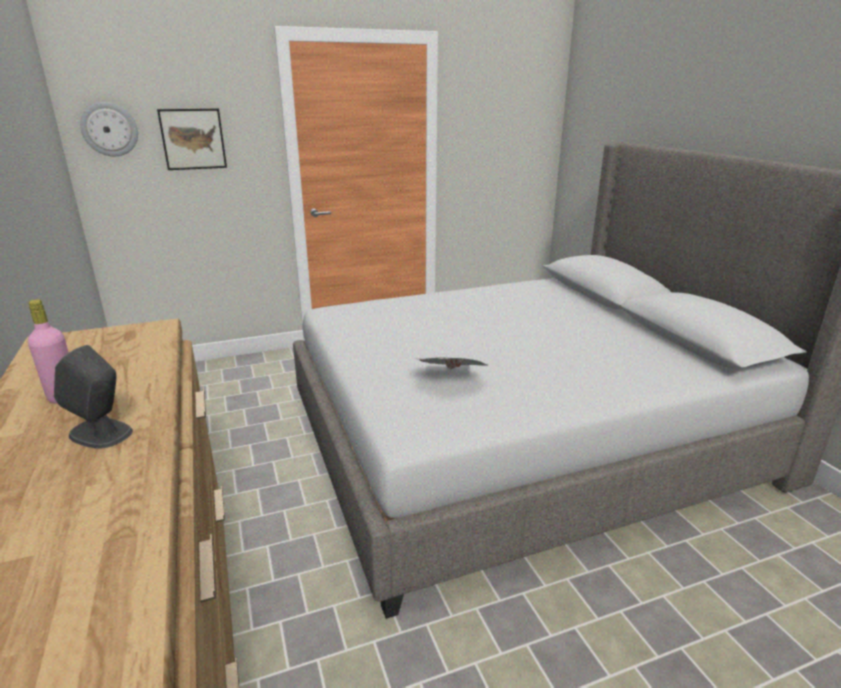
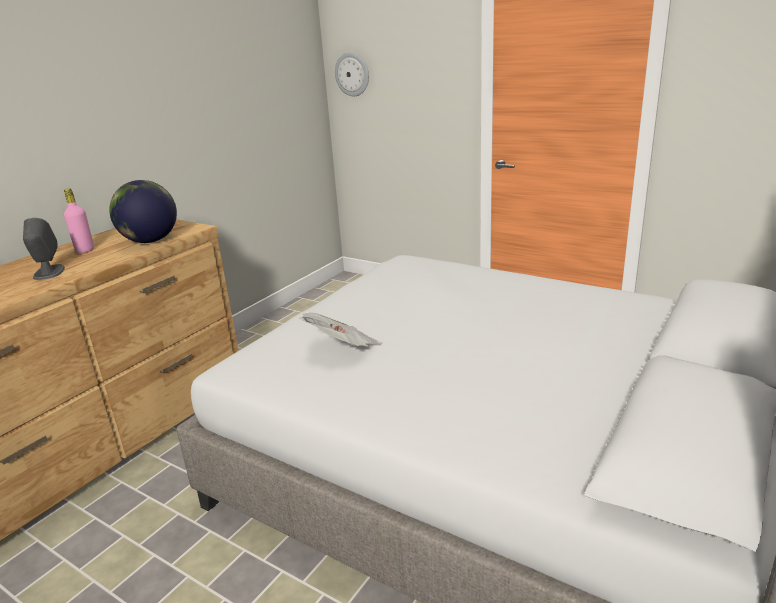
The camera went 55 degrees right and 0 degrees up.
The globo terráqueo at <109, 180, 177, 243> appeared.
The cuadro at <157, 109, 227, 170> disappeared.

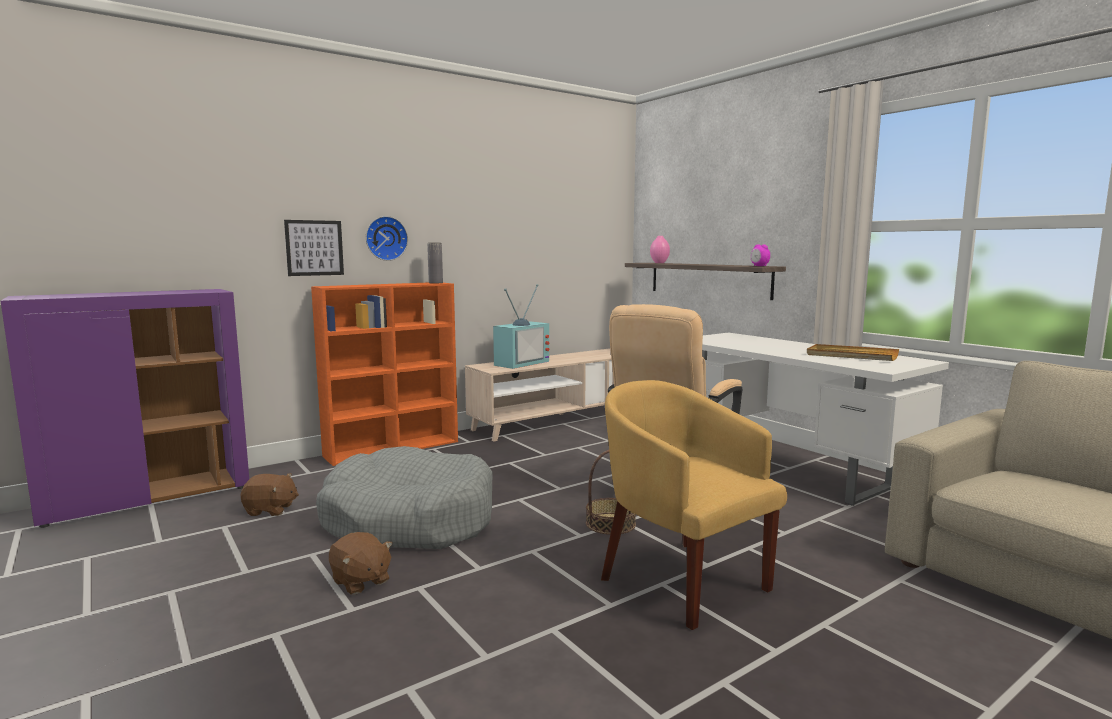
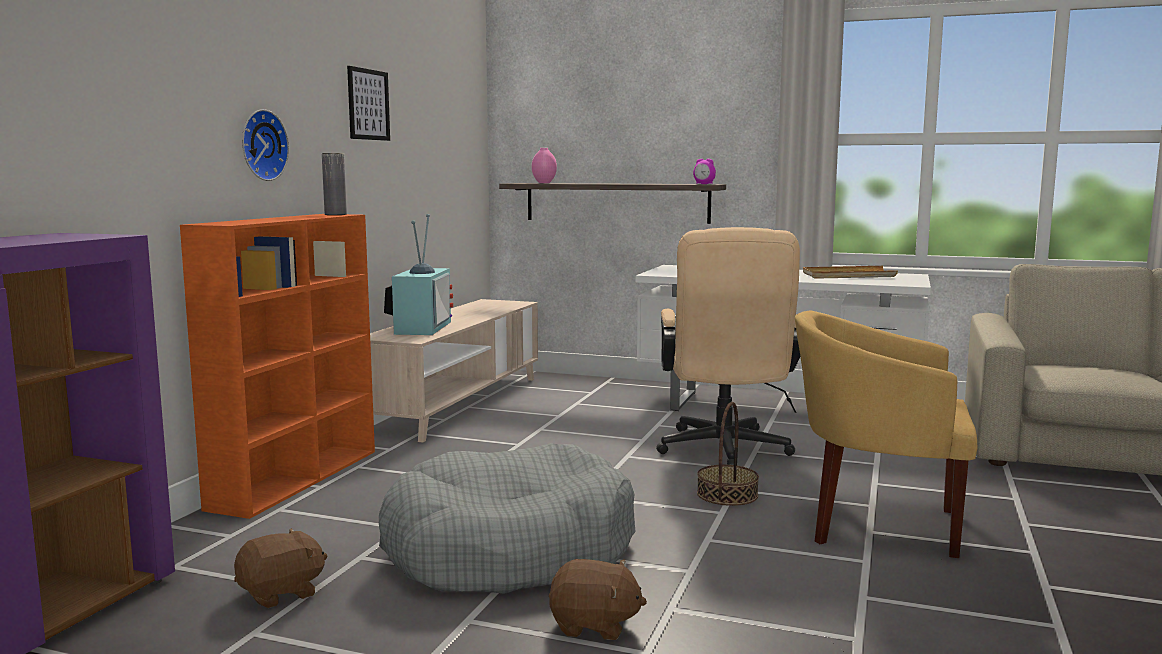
The camera went 35 degrees left and 0 degrees up.
The cuadro moved from <284, 220, 344, 276> to <347, 66, 390, 141>.

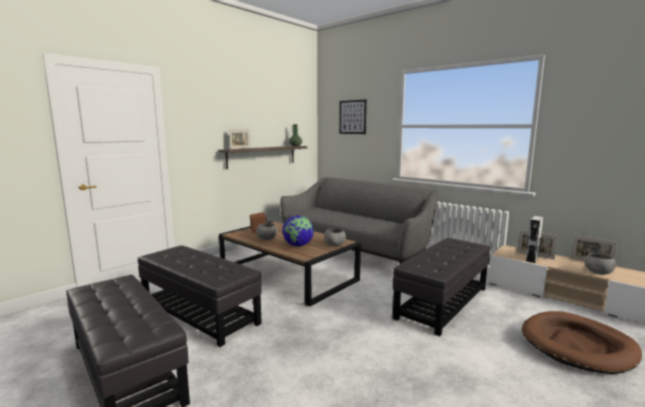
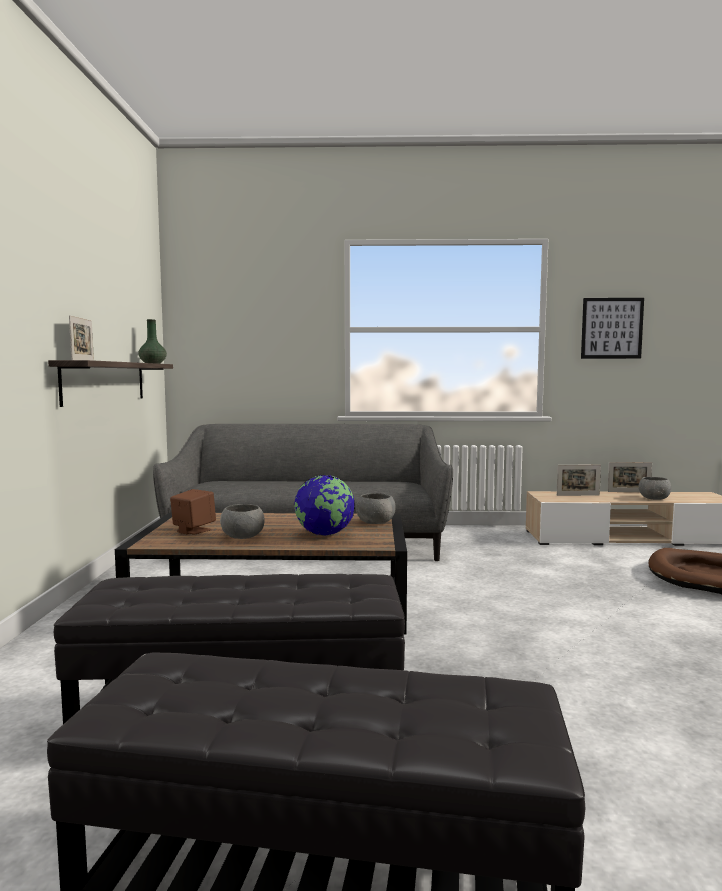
The camera went 40 degrees left and 5 degrees down.
The cuadro moved from <339, 99, 367, 134> to <581, 298, 644, 359>.
The puf/negro at <393, 238, 490, 336> disappeared.
The altavoz/gris at <526, 216, 543, 263> disappeared.

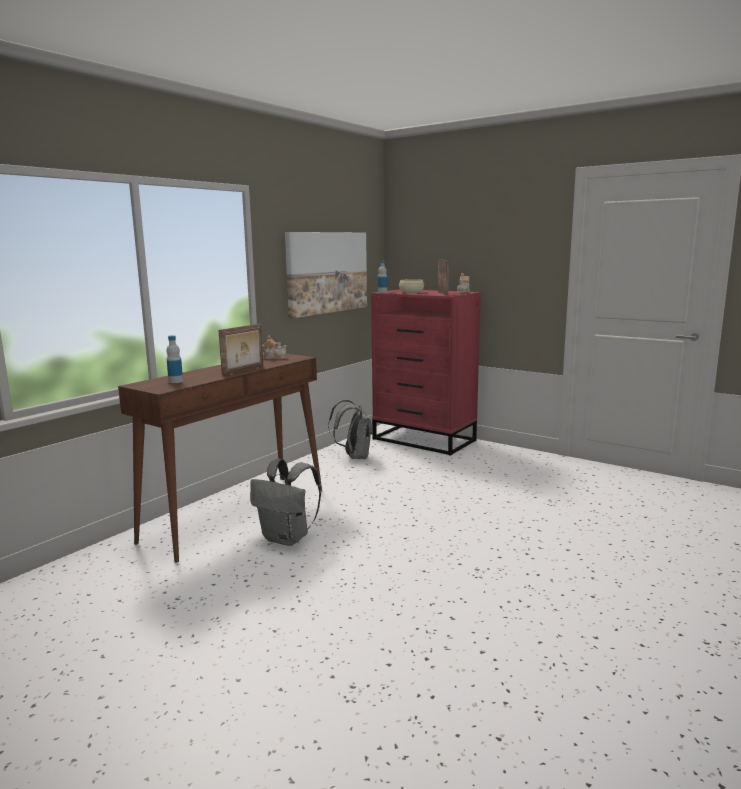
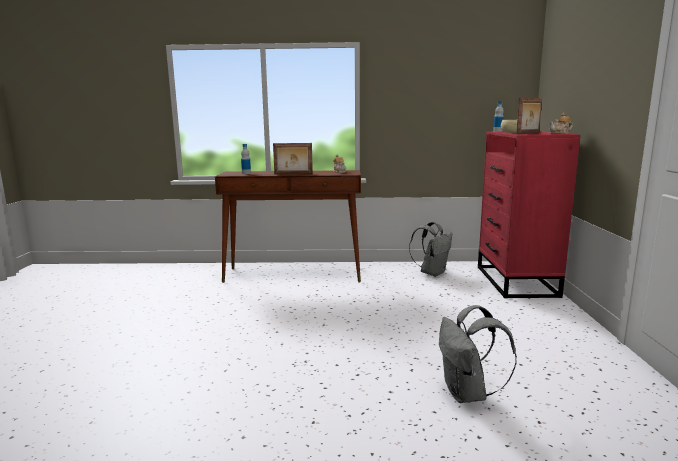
The camera went 55 degrees right and 0 degrees up.
The mochila/gris moved from <250, 459, 321, 546> to <439, 305, 517, 403>.
The cuadro at <285, 232, 367, 318> disappeared.

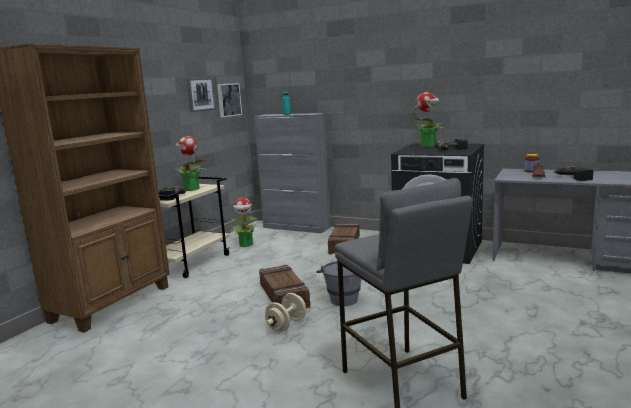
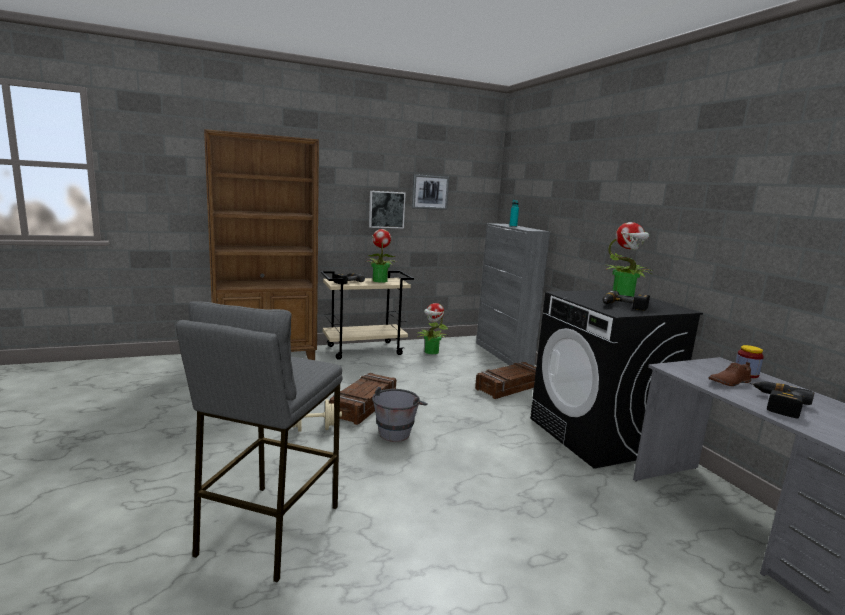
The camera went 40 degrees right and 0 degrees up.
The cuadro moved from <217, 83, 242, 118> to <369, 191, 406, 228>.

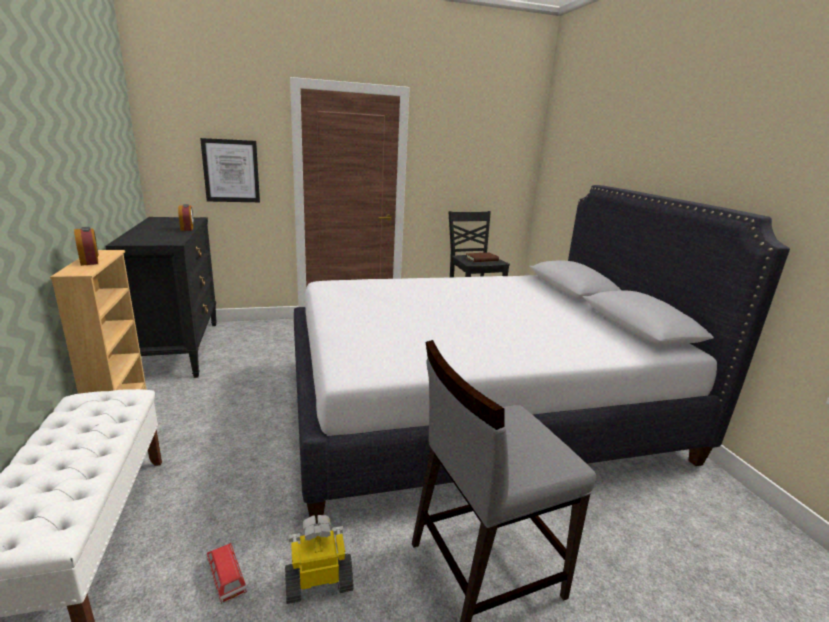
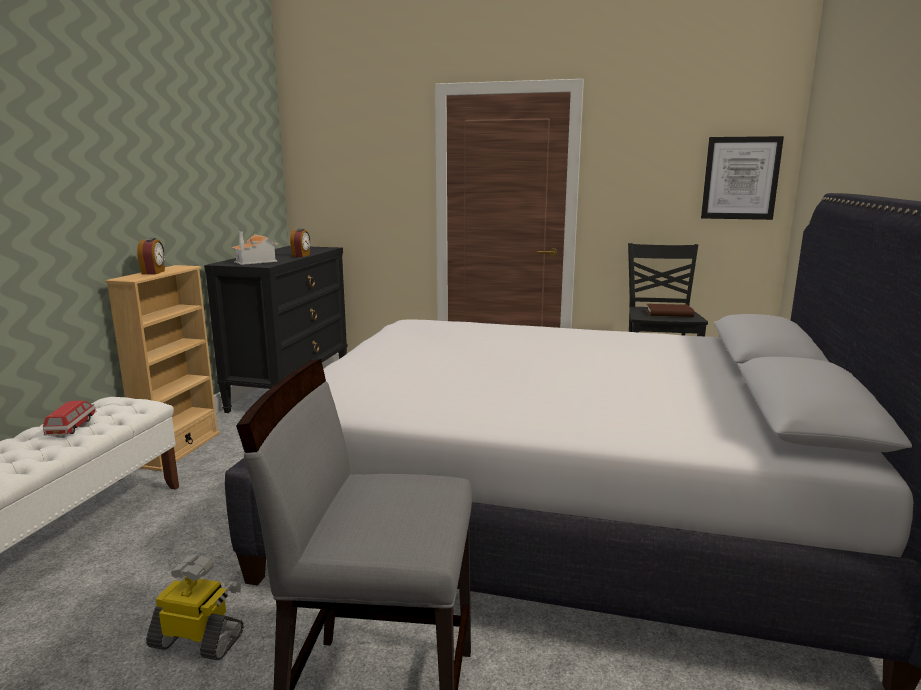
The camera went 30 degrees right and 5 degrees down.
The coche de juguete moved from <205, 543, 247, 604> to <43, 401, 97, 436>.
The casita at <231, 231, 278, 265> appeared.
The cuadro moved from <200, 138, 260, 202> to <701, 136, 784, 220>.

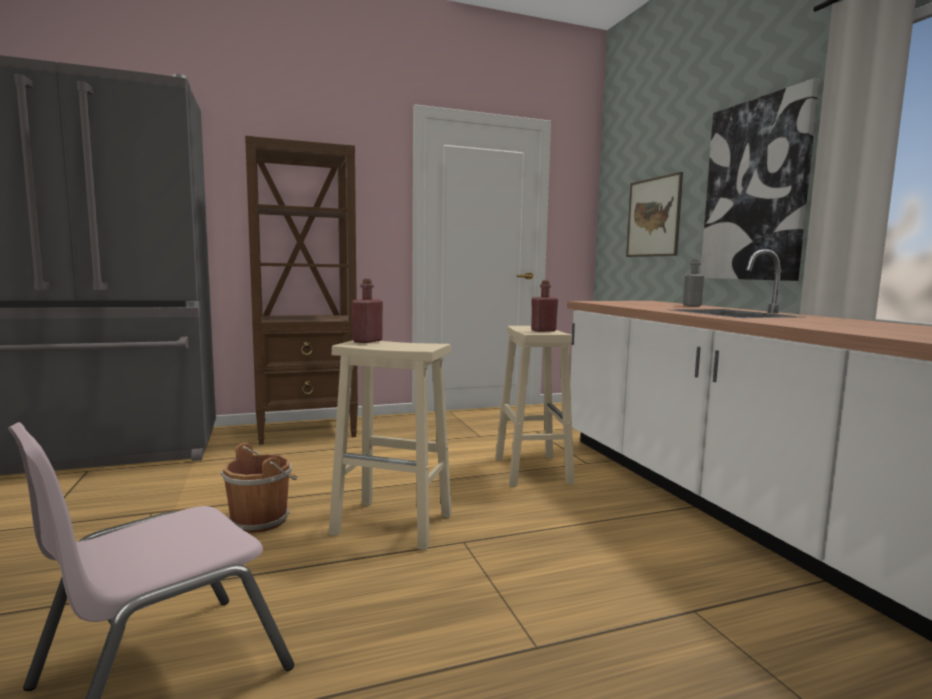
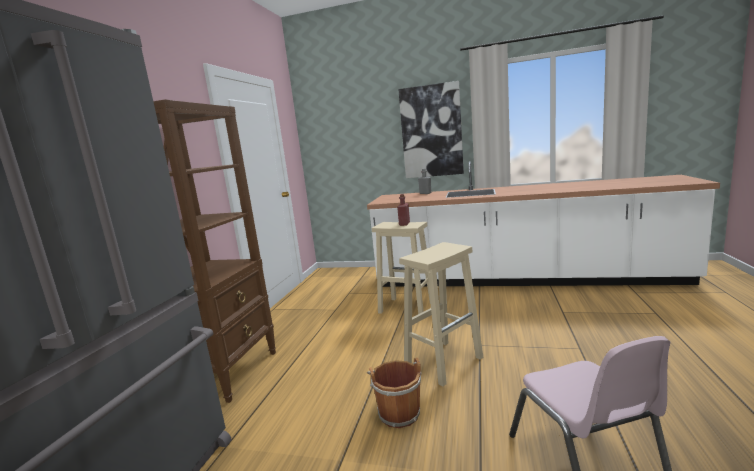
The camera went 55 degrees left and 5 degrees up.
The botella/rojo at <352, 279, 383, 343> disappeared.
The cuadro at <626, 172, 683, 257> disappeared.

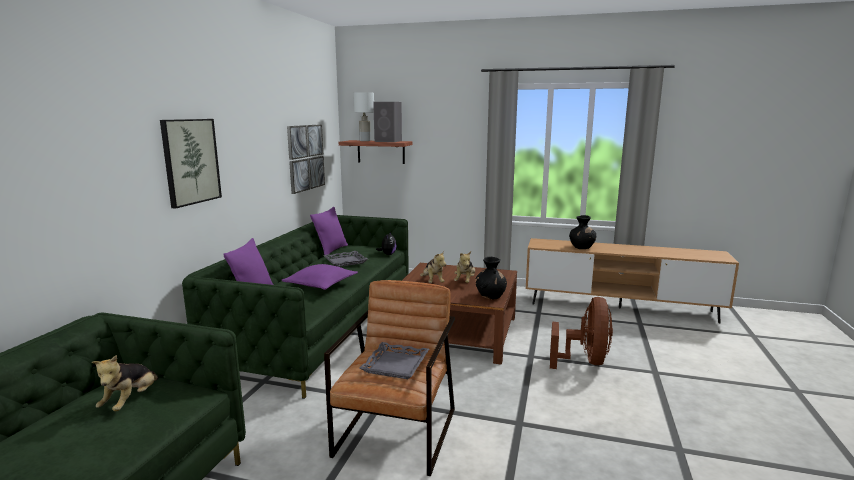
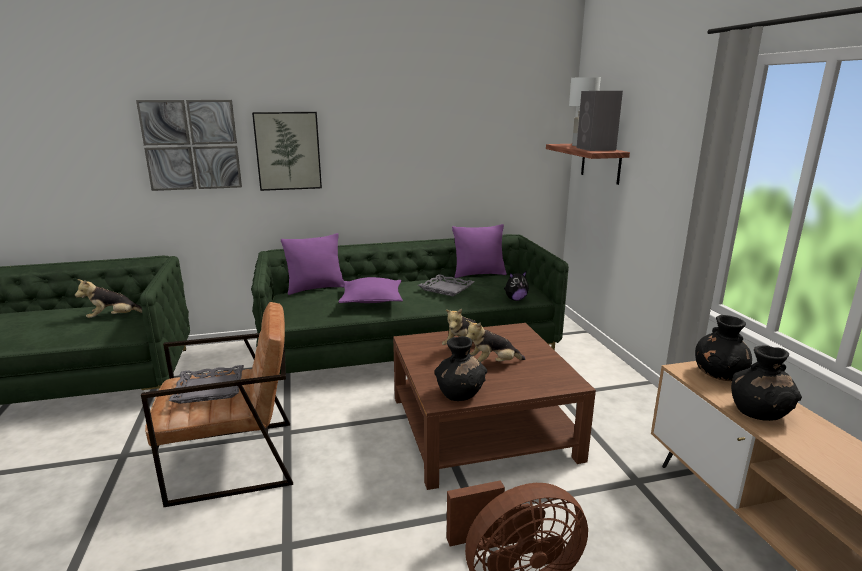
The camera went 60 degrees right and 5 degrees up.
The cuadro moved from <287, 124, 325, 194> to <136, 100, 242, 191>.
The florero/negro at <695, 315, 752, 381> appeared.

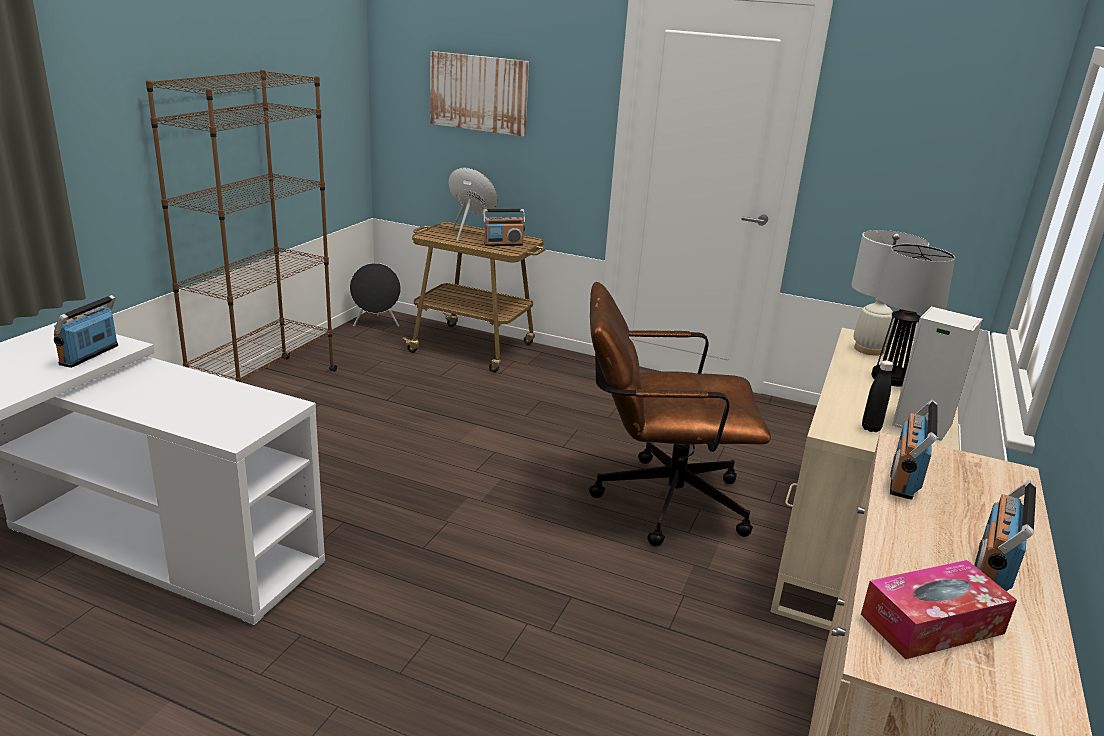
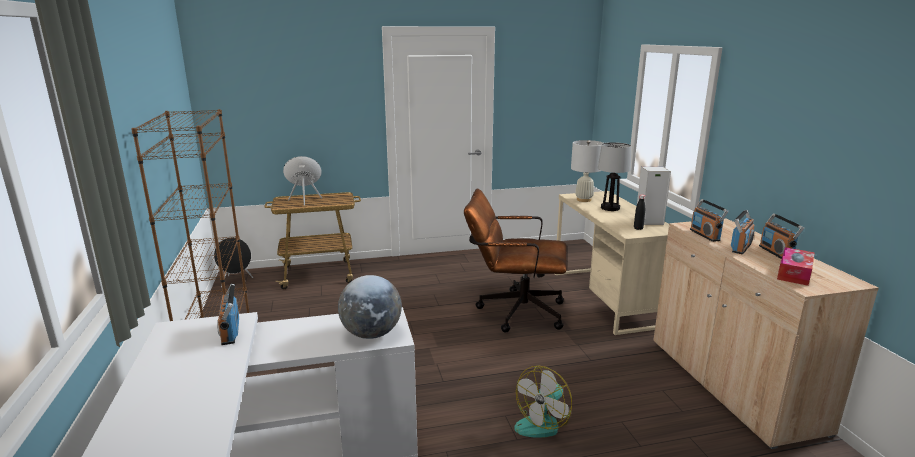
The camera went 35 degrees left and 5 degrees down.
The globo terráqueo at <338, 275, 402, 339> appeared.
The silla de oficina/marrón at <589, 282, 771, 547> turned 45 degrees clockwise.
The ventilador at <514, 366, 572, 438> appeared.
The radio moved from <483, 209, 525, 246> to <731, 210, 755, 254>.
The cuadro at <430, 51, 529, 136> disappeared.

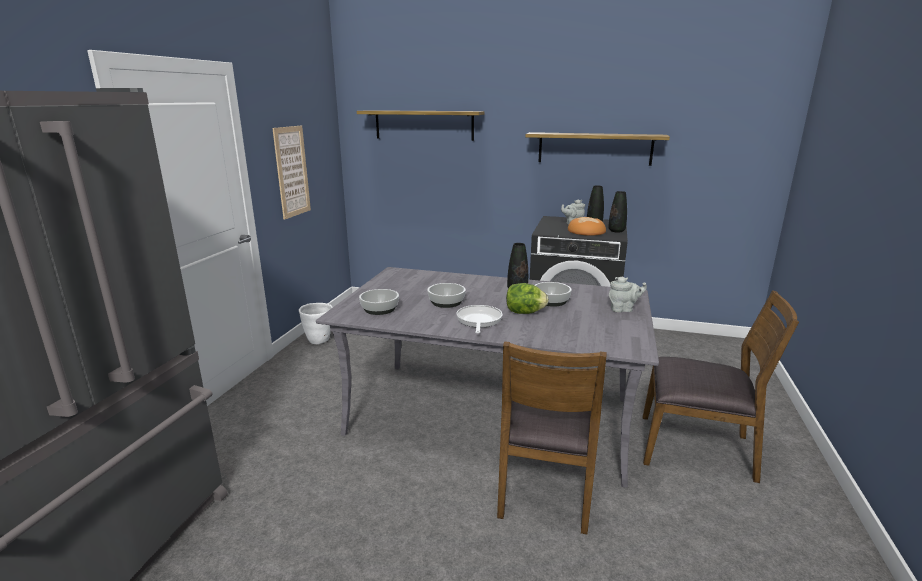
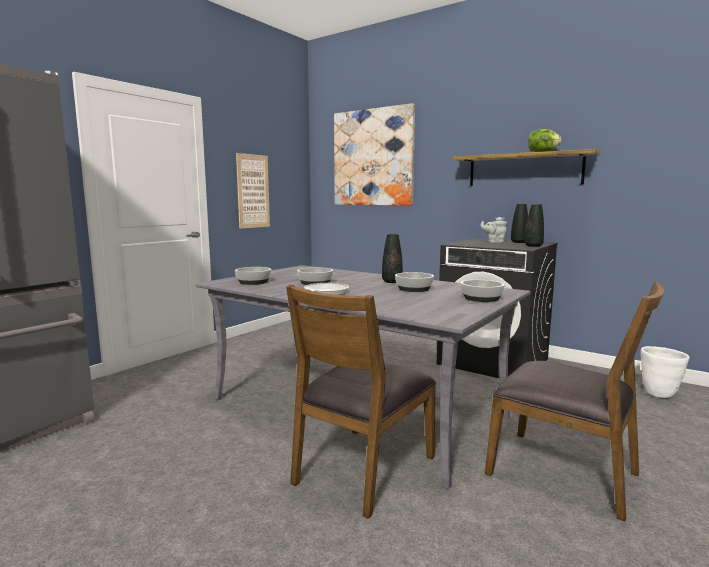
The camera went 20 degrees right and 10 degrees down.
The estante at <357, 110, 484, 141> was replaced by the cuadro at <334, 103, 415, 206>.
The tetera/gris at <609, 276, 647, 312> was replaced by the cuenco at <461, 280, 505, 302>.
The lechuga moved from <506, 283, 549, 314> to <528, 129, 561, 152>.
The maceta/blanco moved from <299, 303, 333, 344> to <641, 346, 690, 398>.
The pan at <568, 217, 606, 236> disappeared.

